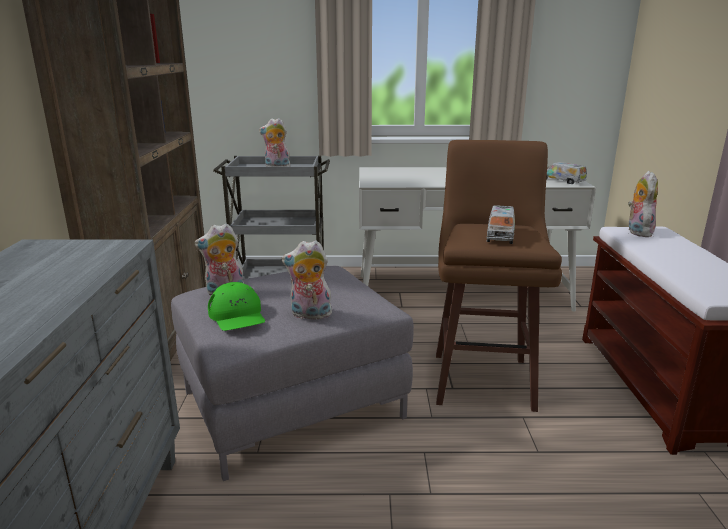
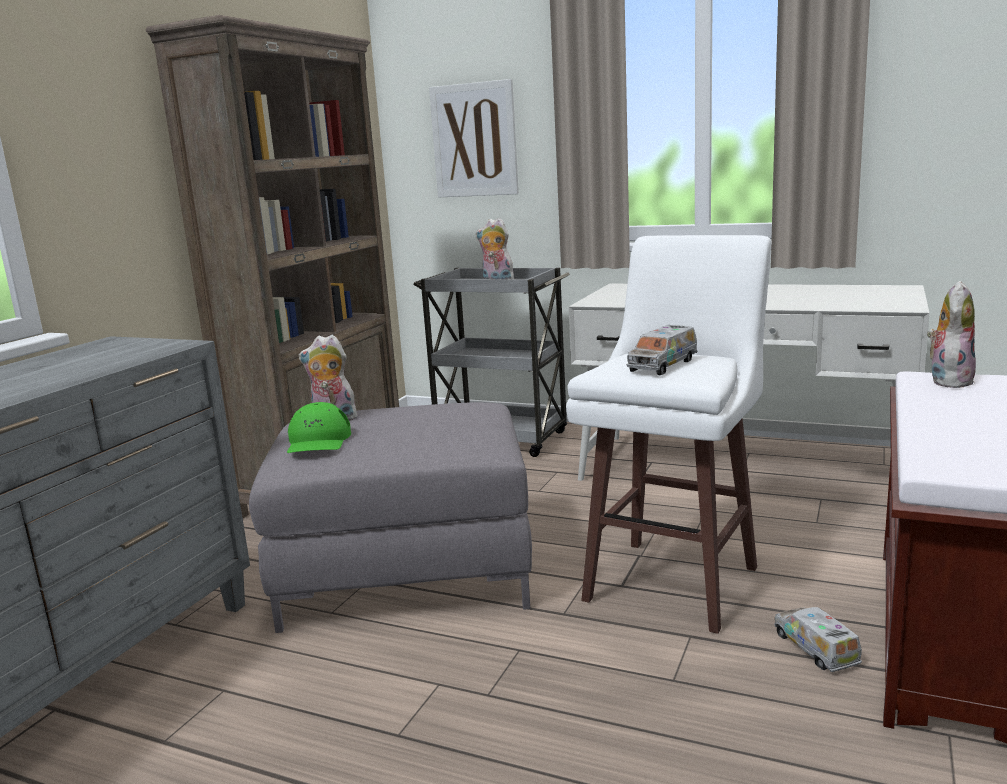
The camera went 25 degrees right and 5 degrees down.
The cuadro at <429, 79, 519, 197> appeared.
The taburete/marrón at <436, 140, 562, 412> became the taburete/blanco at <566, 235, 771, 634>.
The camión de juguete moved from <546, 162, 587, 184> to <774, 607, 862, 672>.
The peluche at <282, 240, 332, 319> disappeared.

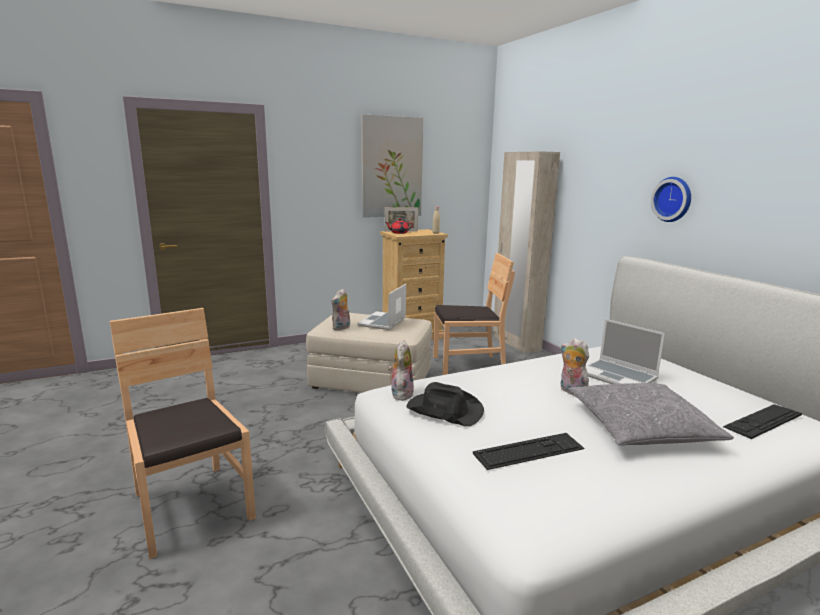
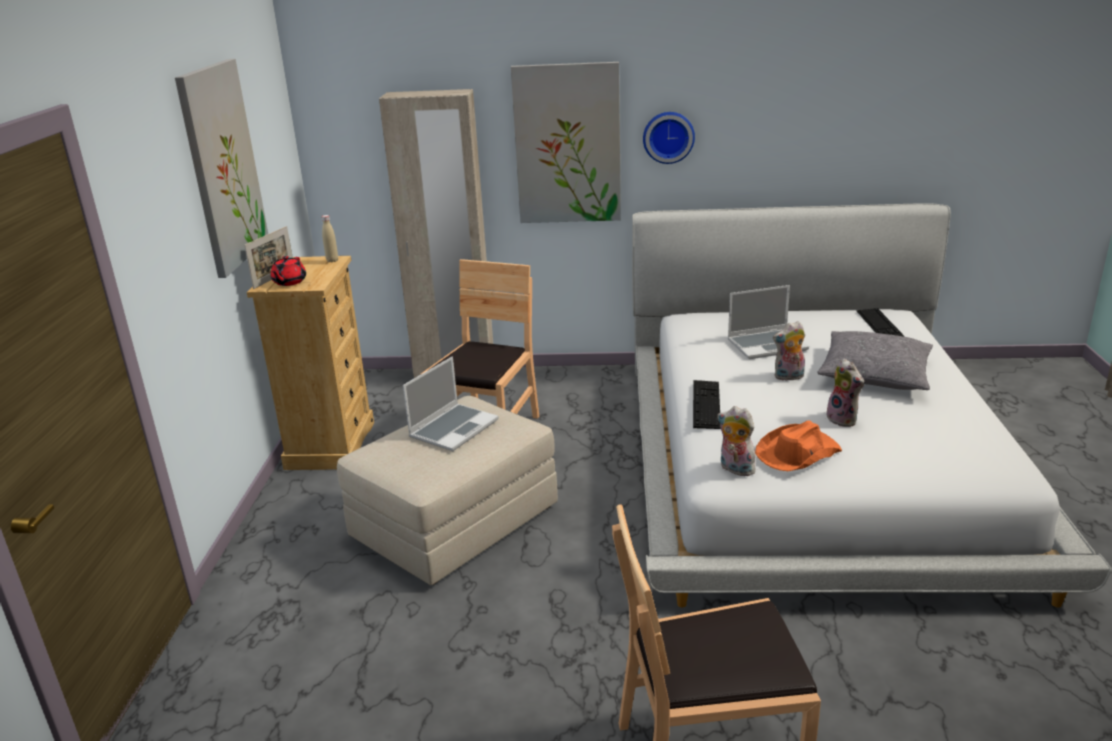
The camera went 60 degrees left and 10 degrees up.
The portátil at <357, 284, 406, 330> turned 105 degrees counterclockwise.
The cuadro at <511, 62, 621, 223> appeared.
The teclado moved from <473, 433, 584, 470> to <693, 380, 721, 429>.
The sombrero/negro at <406, 382, 484, 426> became the sombrero/naranja at <755, 420, 842, 471>.
The peluche moved from <331, 289, 350, 330> to <826, 358, 864, 427>.

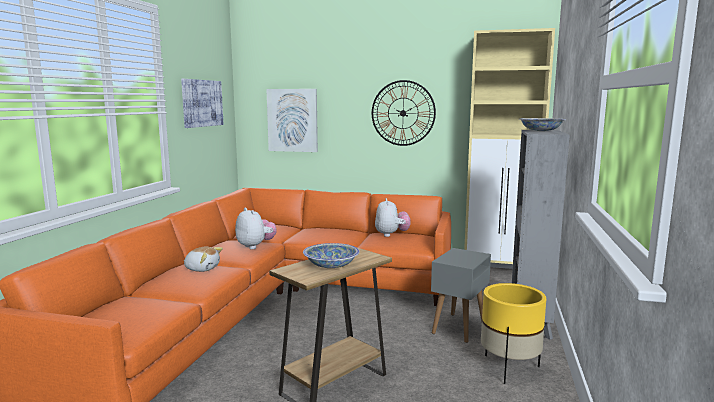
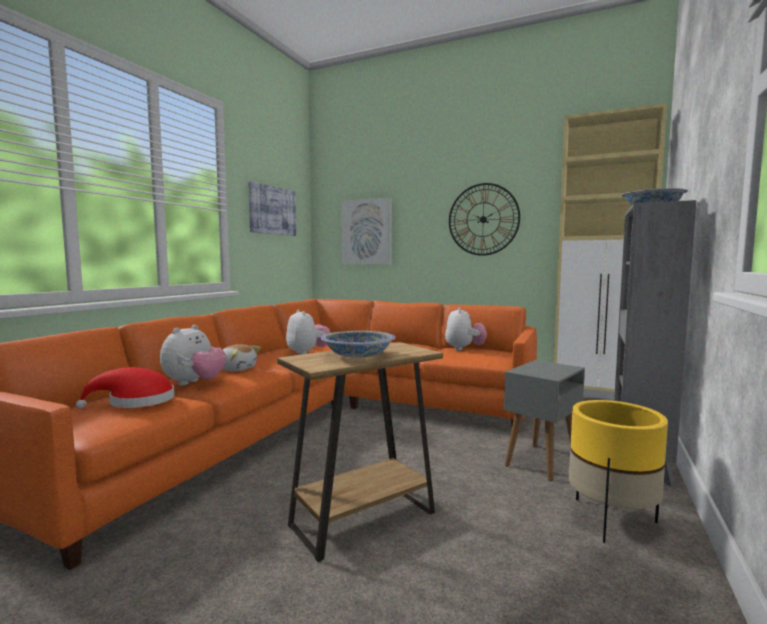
The camera went 10 degrees right and 5 degrees down.
The sombrero/rojo at <76, 367, 175, 409> appeared.
The peluche at <160, 325, 227, 385> appeared.

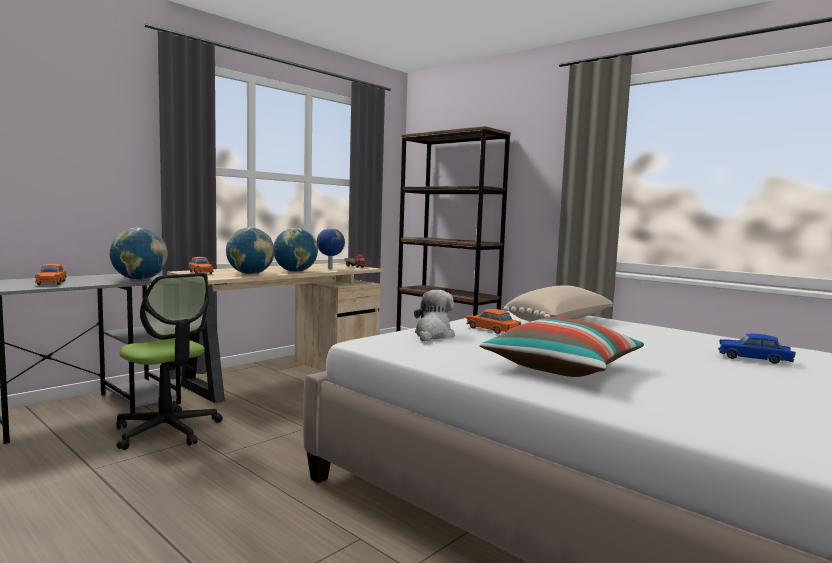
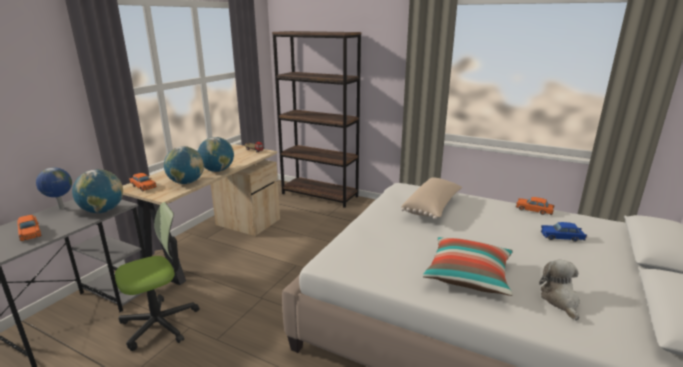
The camera went 15 degrees left and 15 degrees up.
The globo terráqueo moved from <316, 228, 345, 269> to <36, 167, 72, 210>.
The silla de oficina at <116, 273, 223, 450> turned 60 degrees counterclockwise.
The coche de juguete/naranja moved from <466, 309, 521, 334> to <516, 197, 555, 215>.
The peluche moved from <414, 290, 455, 341> to <539, 260, 580, 321>.

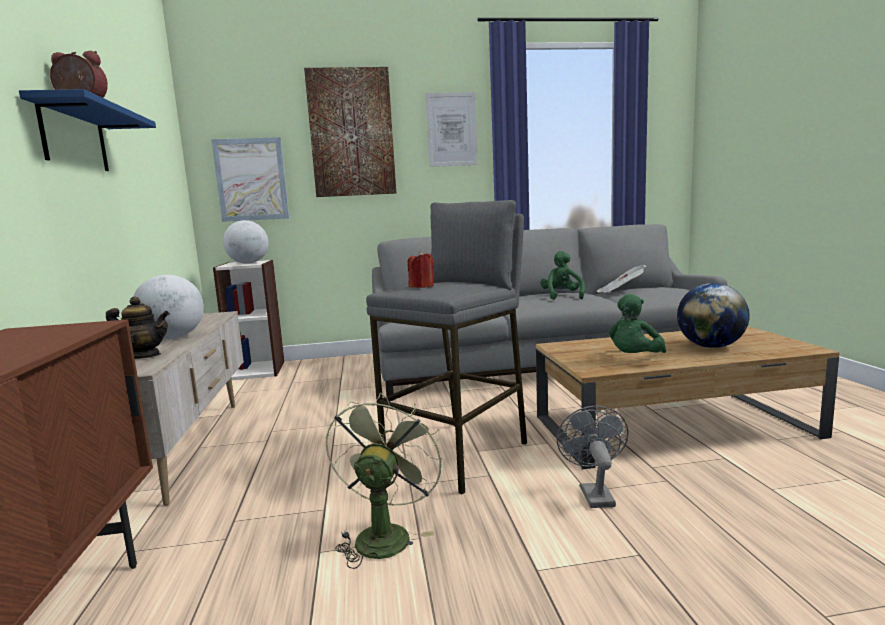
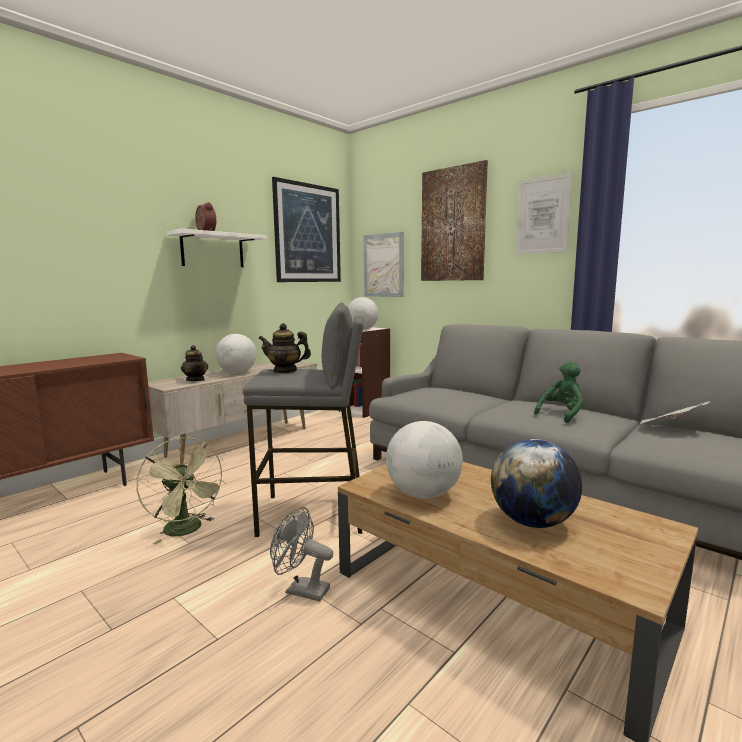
The camera went 50 degrees right and 0 degrees up.
The ventilador/verde at <325, 393, 444, 569> turned 75 degrees clockwise.
The estante/azul at <19, 89, 156, 171> became the estante/blanco at <167, 229, 267, 267>.
The vela/rojo at <408, 250, 434, 288> was replaced by the tetera at <258, 323, 311, 373>.
The ventilador/gris at <557, 406, 628, 508> turned 120 degrees counterclockwise.
The cuadro at <272, 177, 341, 282> appeared.
The peluche/verde at <609, 294, 666, 353> was replaced by the globo terráqueo at <386, 421, 463, 499>.

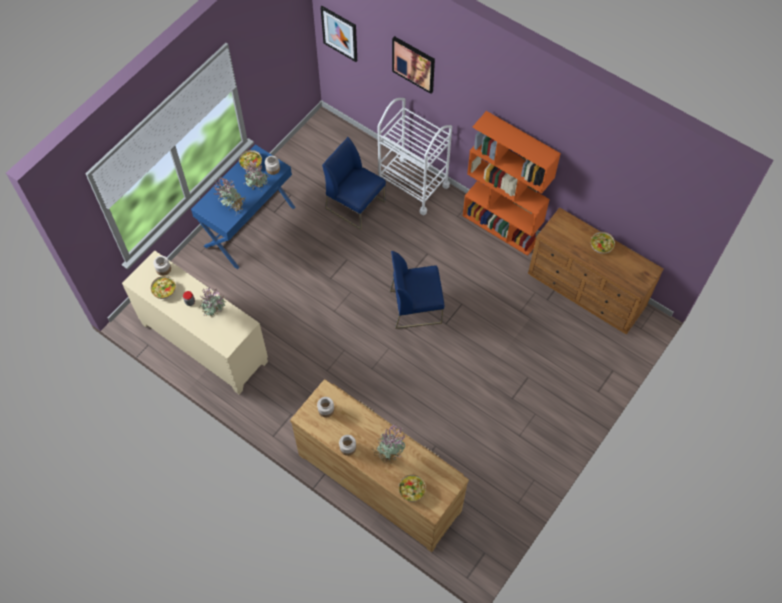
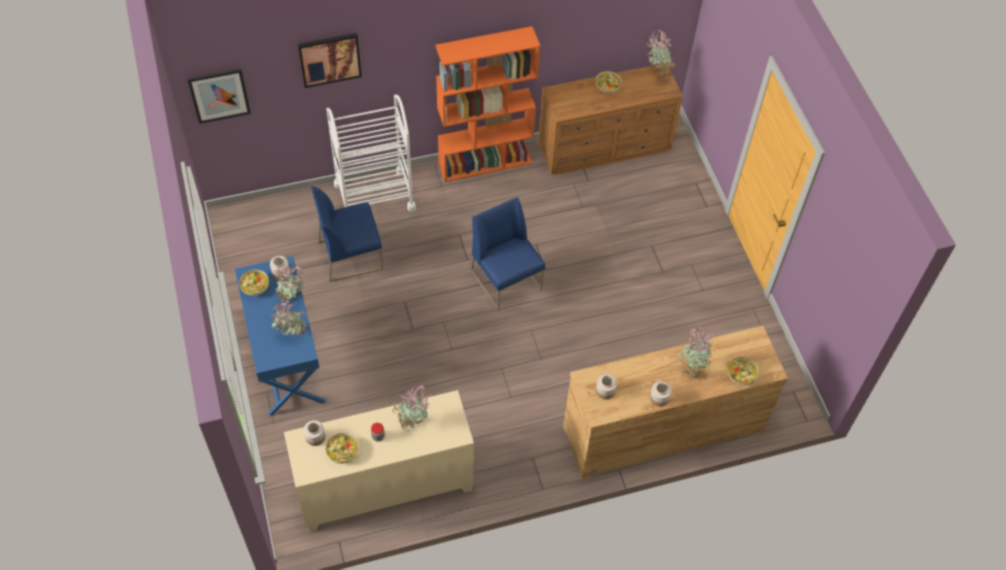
The camera went 55 degrees left and 5 degrees down.
The silla/azul at <390, 251, 444, 329> turned 120 degrees clockwise.
The planta en maceta at <647, 30, 675, 79> appeared.

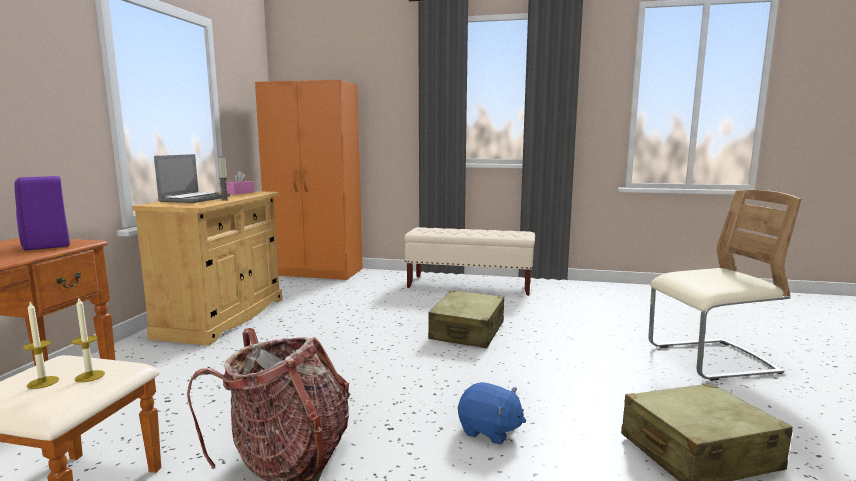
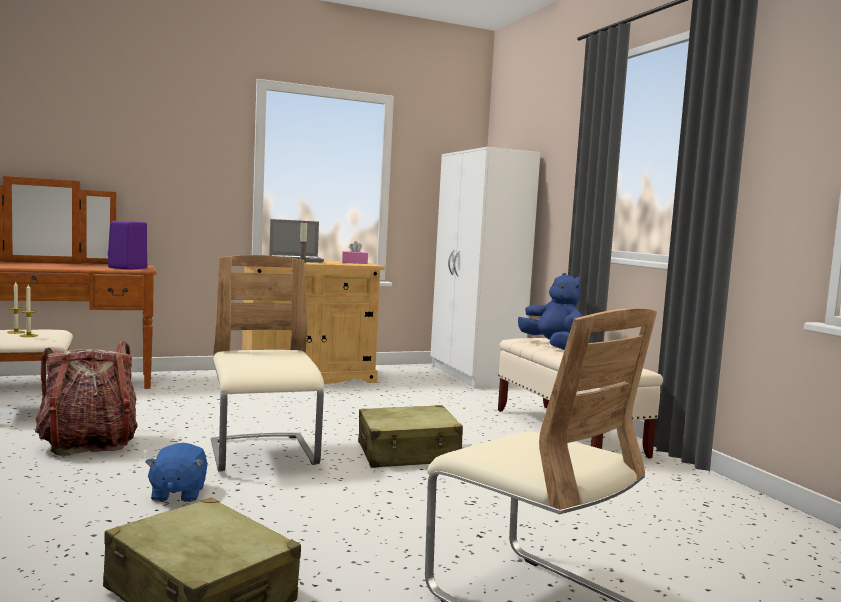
The camera went 55 degrees right and 5 degrees down.
The silla/beis at <211, 255, 324, 472> appeared.
The armario ropero/naranja at <255, 80, 363, 280> became the armario ropero/blanco at <430, 147, 541, 389>.
The peluche/azul at <518, 273, 582, 350> appeared.

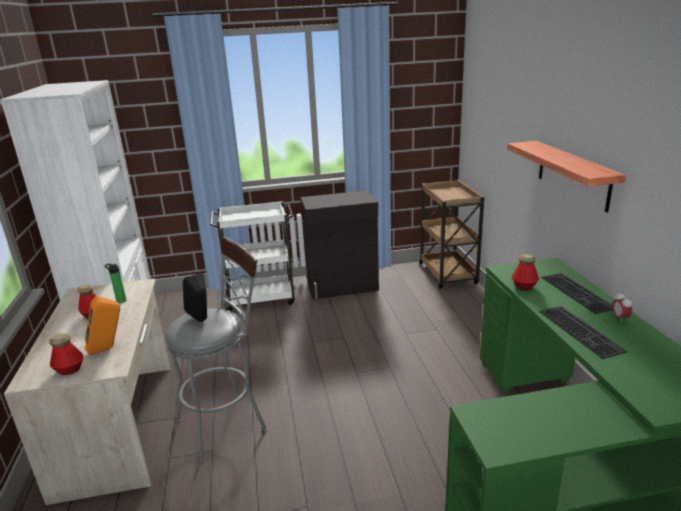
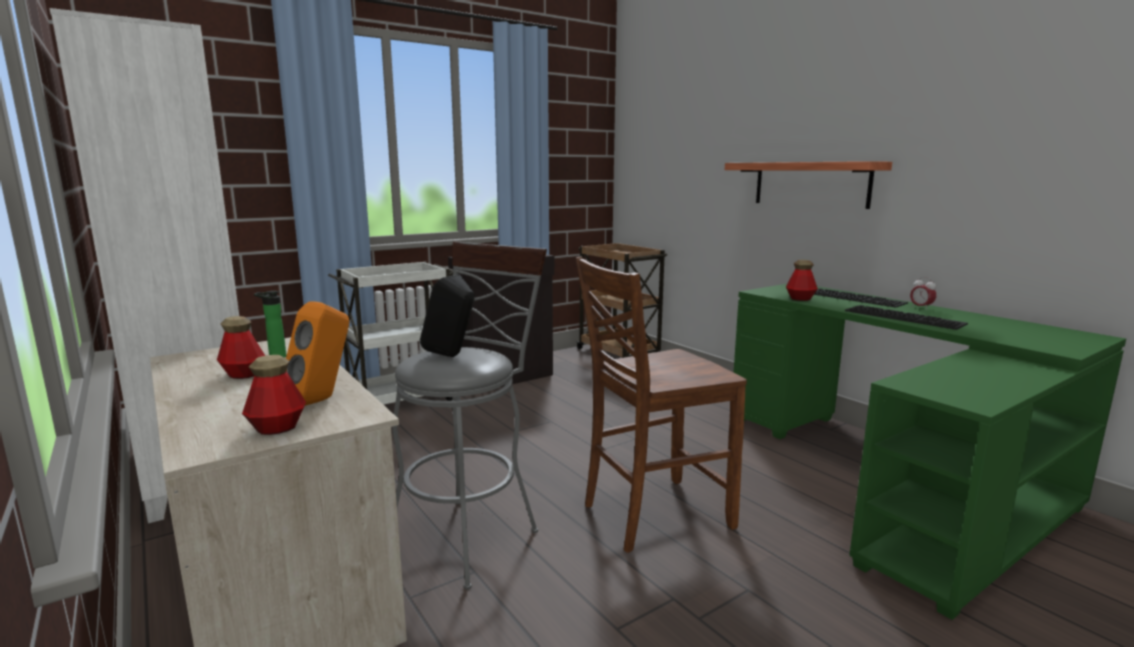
The camera went 25 degrees left and 10 degrees down.
The silla/marrón at <576, 256, 747, 553> appeared.

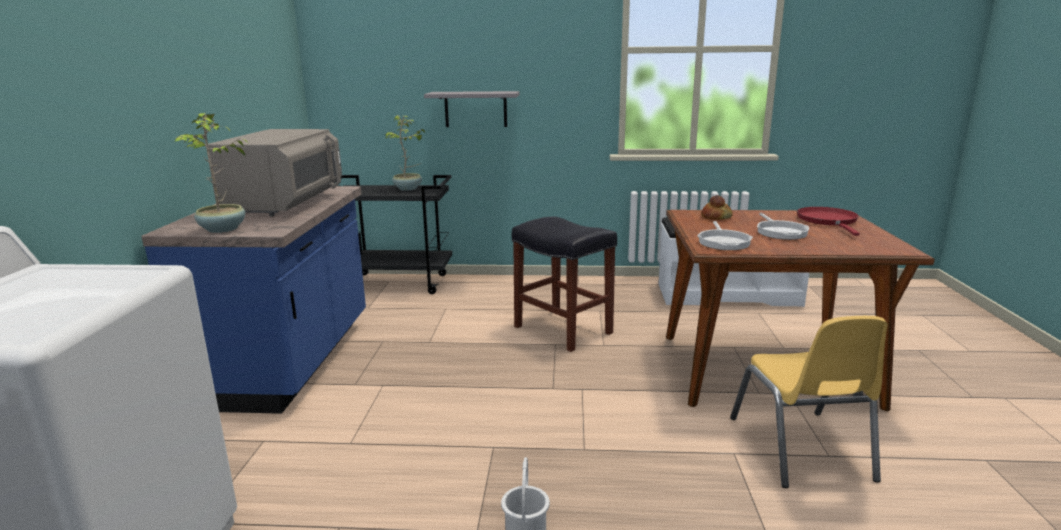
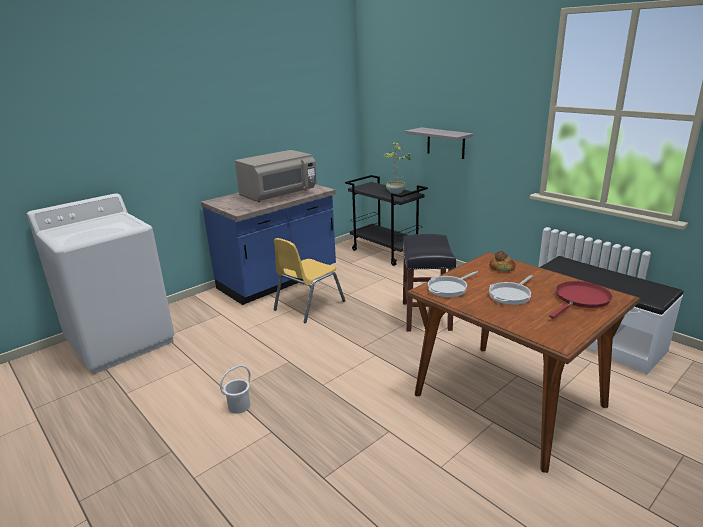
The camera went 45 degrees right and 5 degrees up.
The silla/amarillo moved from <730, 316, 888, 488> to <274, 238, 346, 323>.
The planta en maceta at <174, 113, 248, 233> disappeared.

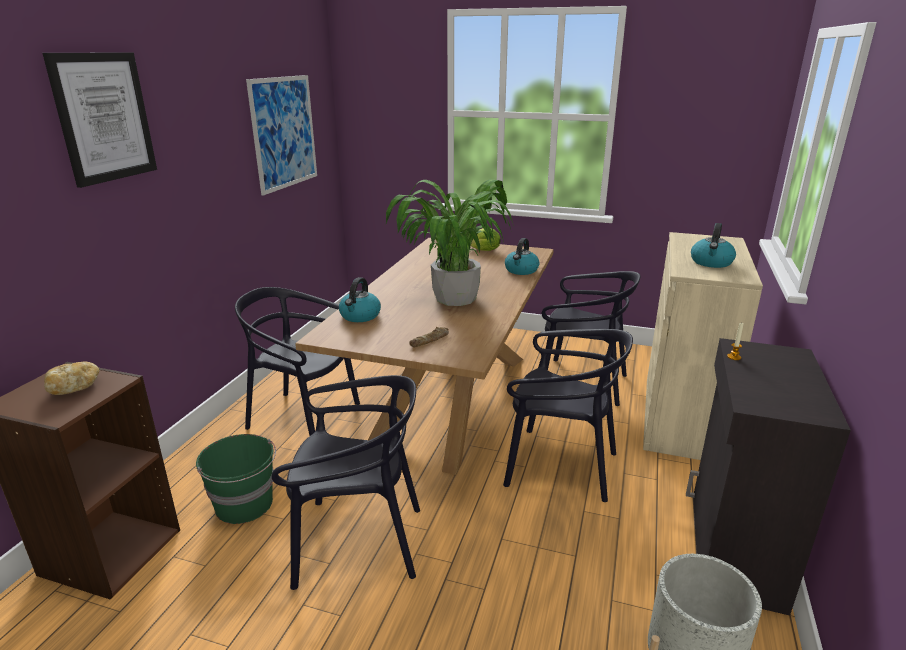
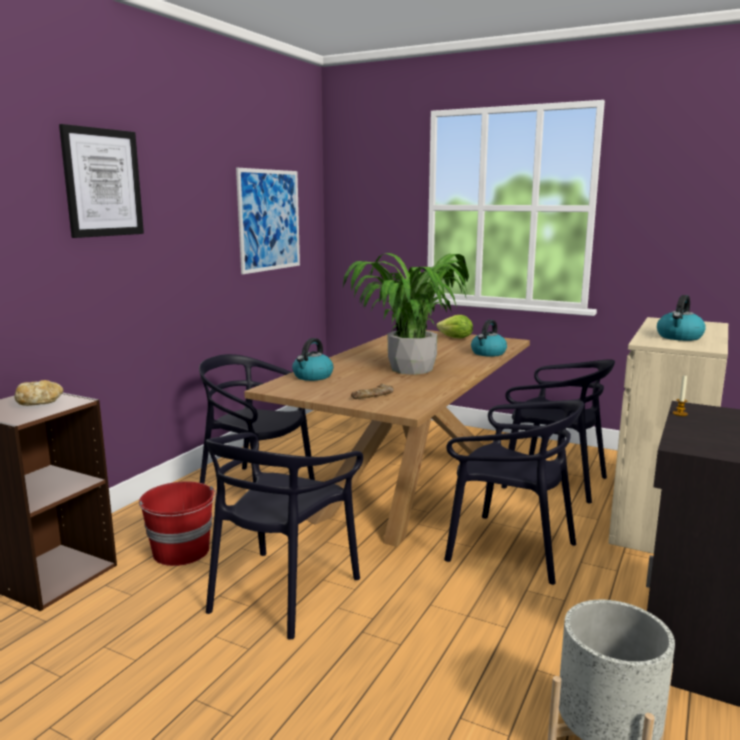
The camera went 10 degrees right and 10 degrees down.
The cubo/verde at <196, 434, 276, 524> became the cubo/rojo at <139, 481, 216, 566>.
The silla/negro at <272, 375, 420, 590> turned 105 degrees clockwise.

